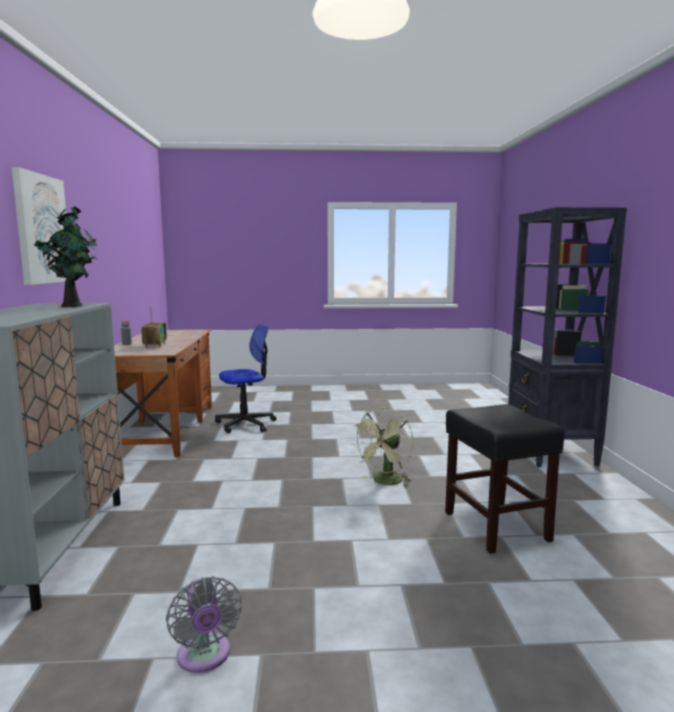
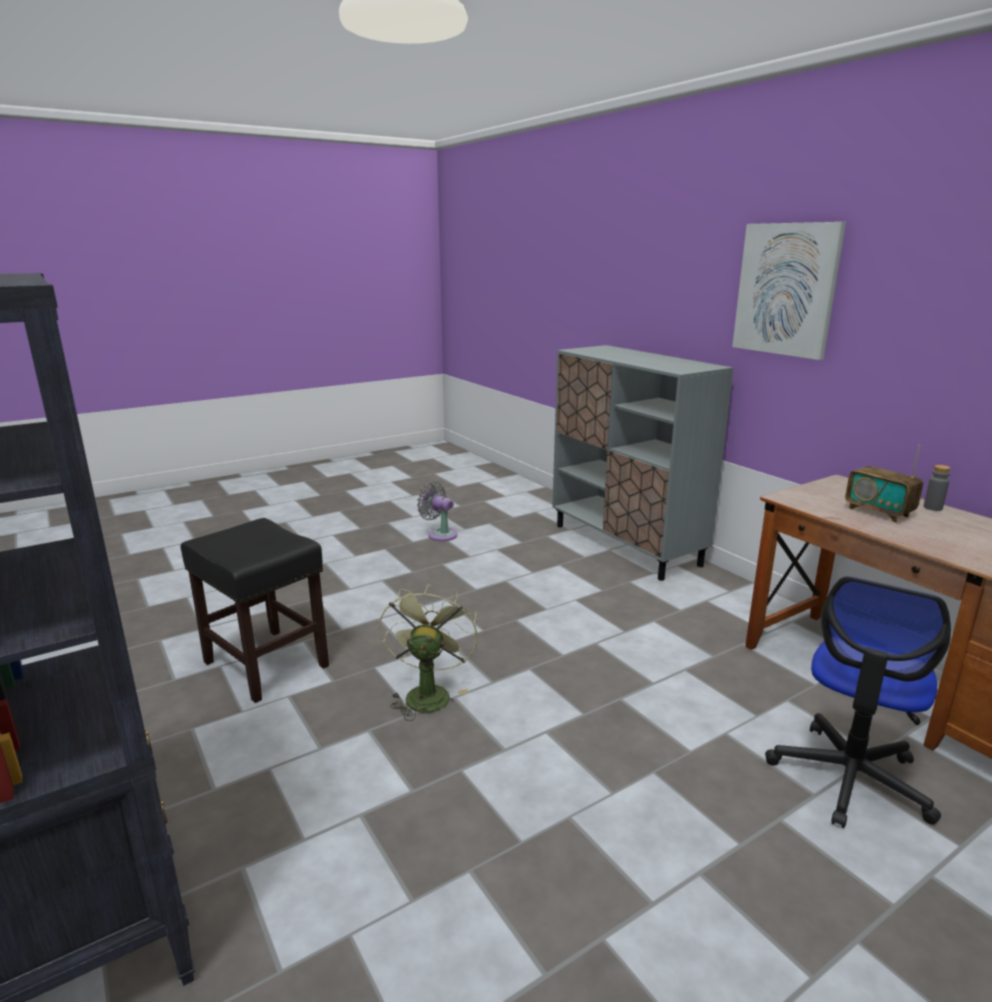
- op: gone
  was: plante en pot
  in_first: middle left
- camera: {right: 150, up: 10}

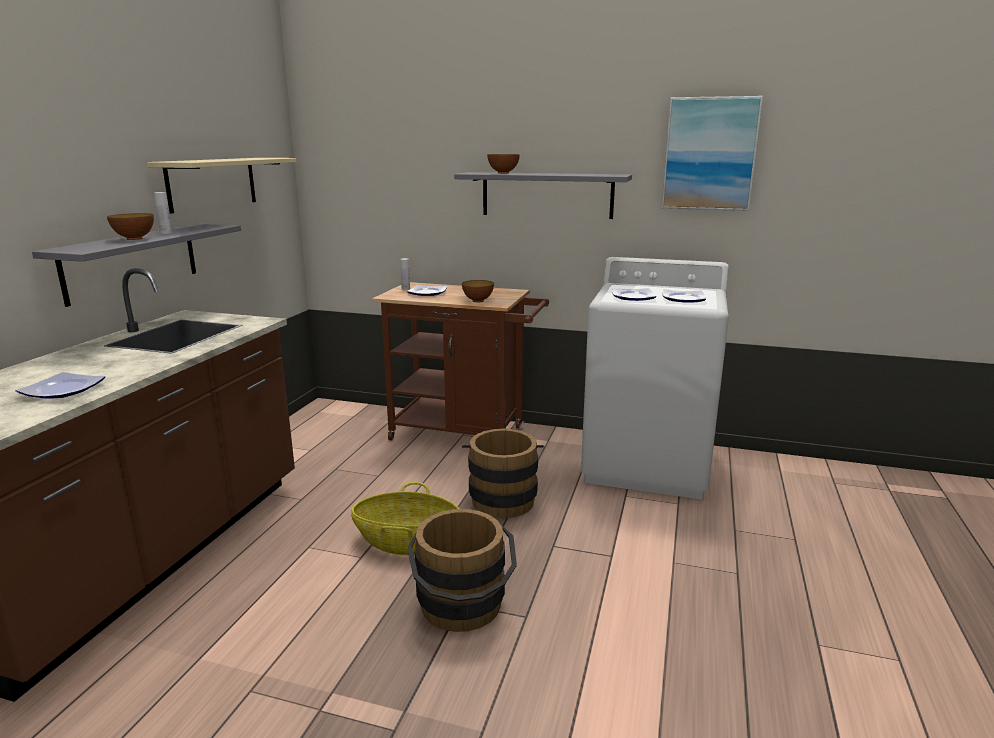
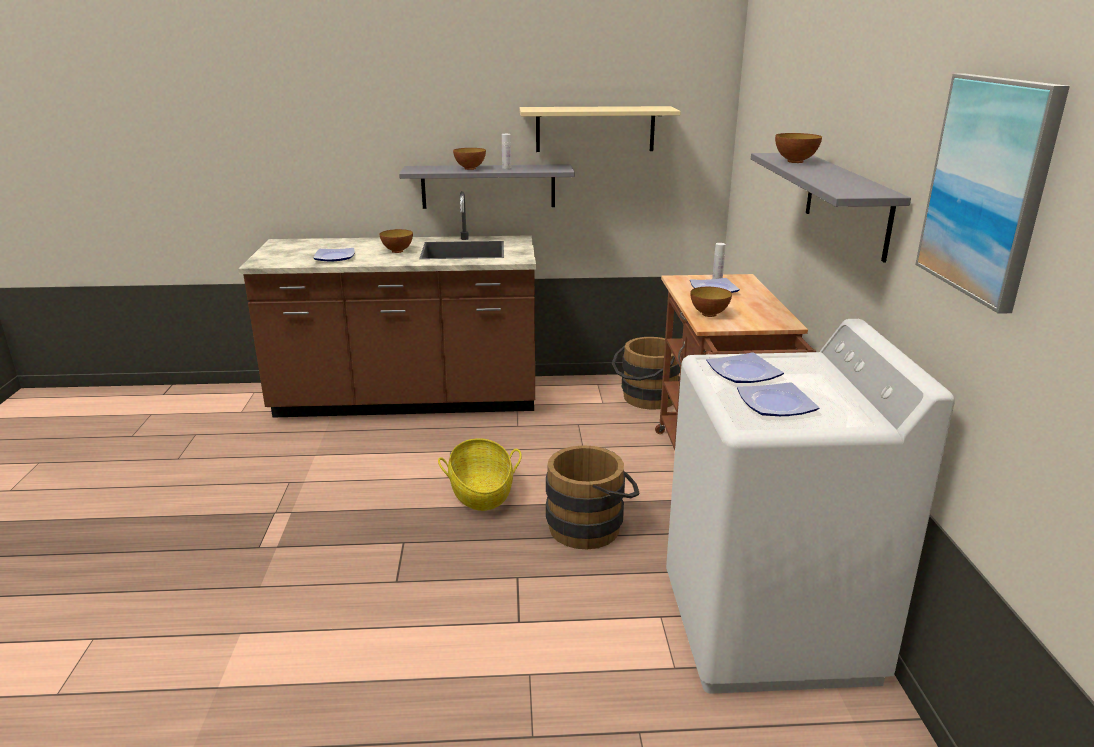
- op: shifted
  was: seau/marron (no. 1 from left in the first image)
  now: seau/marron (no. 2 from left)
  in_first: bottom centre
  in_second: centre
- op: new
  now: bol (no. 1 from left)
  in_second: top centre
- camera: {right: 70, up: 5}

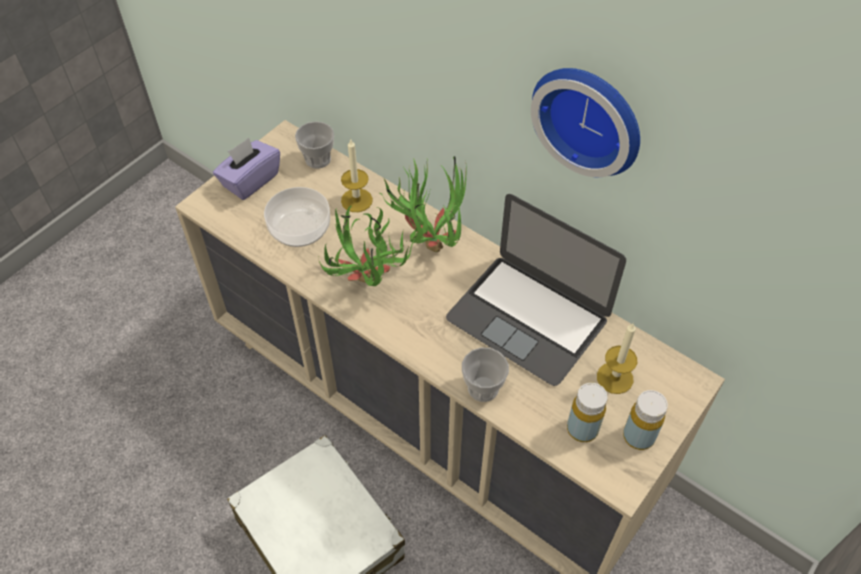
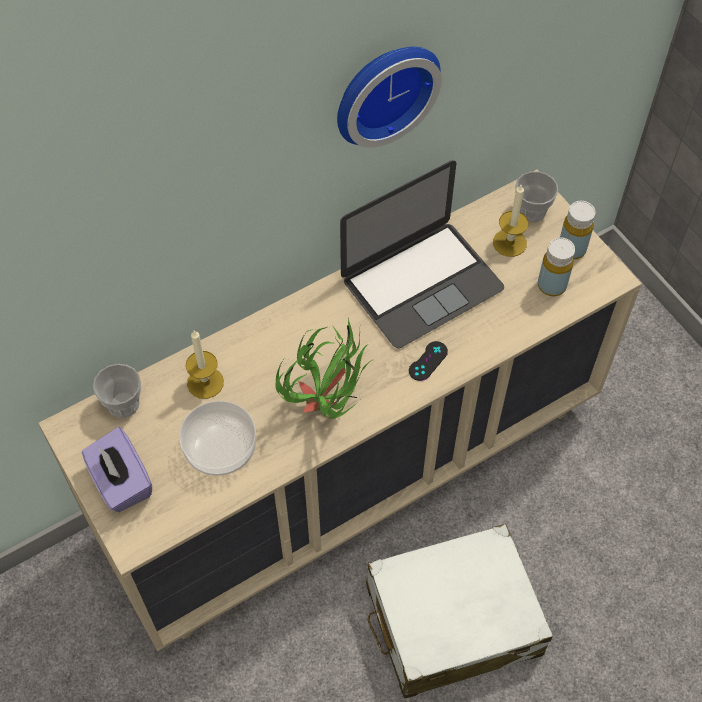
- op: gone
  was: plante en pot (no. 2 from left)
  in_first: centre
- op: shifted
  was: tasse (no. 2 from left)
  in_first: centre
  in_second: top right
- op: new
  now: manette/noir
  in_second: centre
- camera: {right: -70, up: 5}

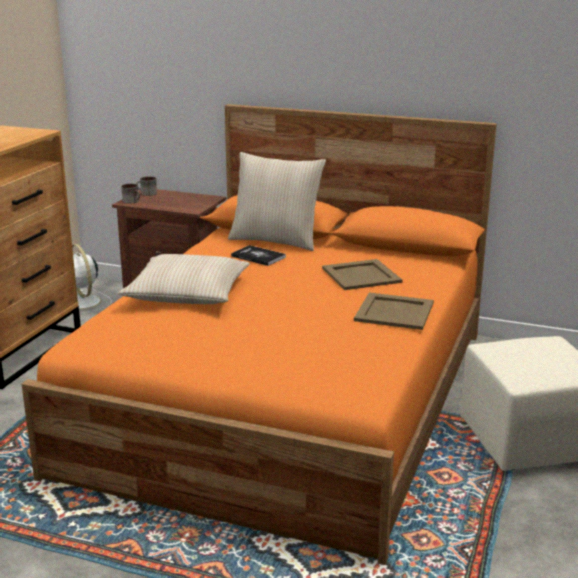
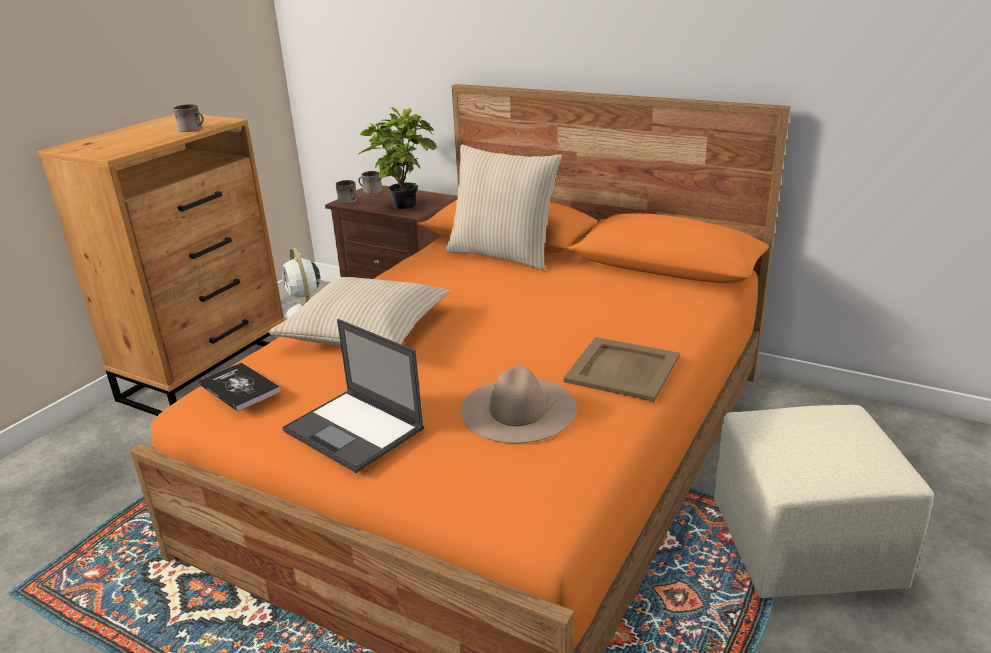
- op: shifted
  was: livre
  in_first: centre
  in_second: middle left
- op: gone
  was: plateau/beige (no. 1 from left)
  in_first: centre
- op: new
  now: mug (no. 1 from left)
  in_second: top left
- op: new
  now: ordinateur portable
  in_second: centre
- op: new
  now: plante en pot
  in_second: top centre
- op: new
  now: chapeau/beige
  in_second: centre
- camera: {right: 10, up: 5}

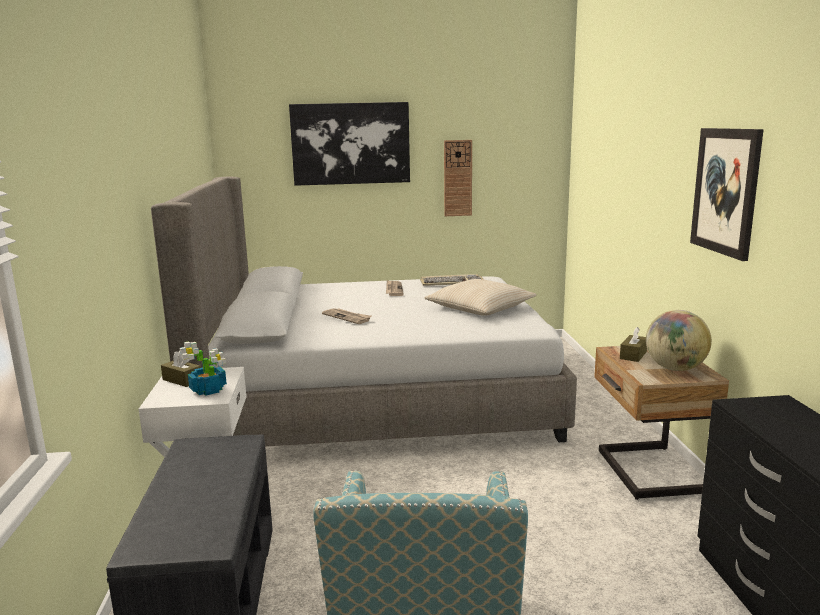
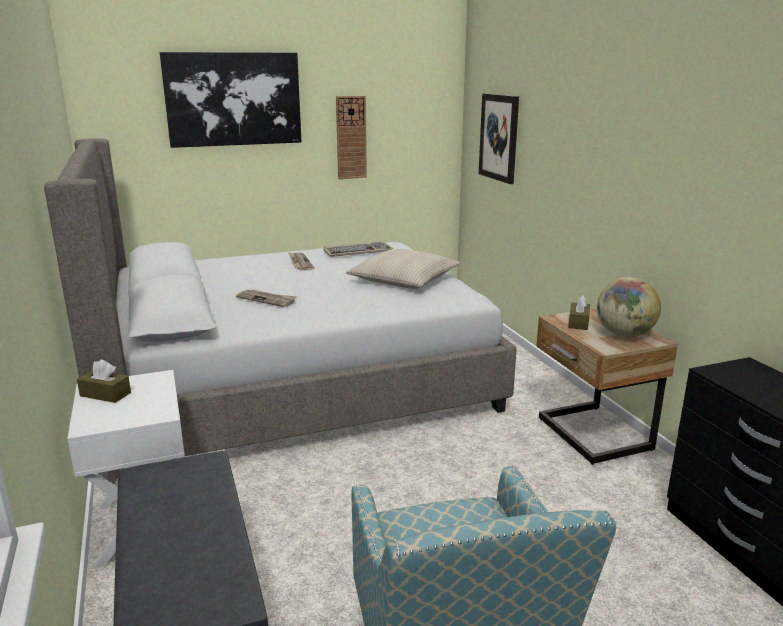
- op: gone
  was: plante en pot
  in_first: middle left
- op: shifted
  was: tableau (no. 2 from left)
  in_first: top right
  in_second: top centre
- camera: {right: -15, up: 5}

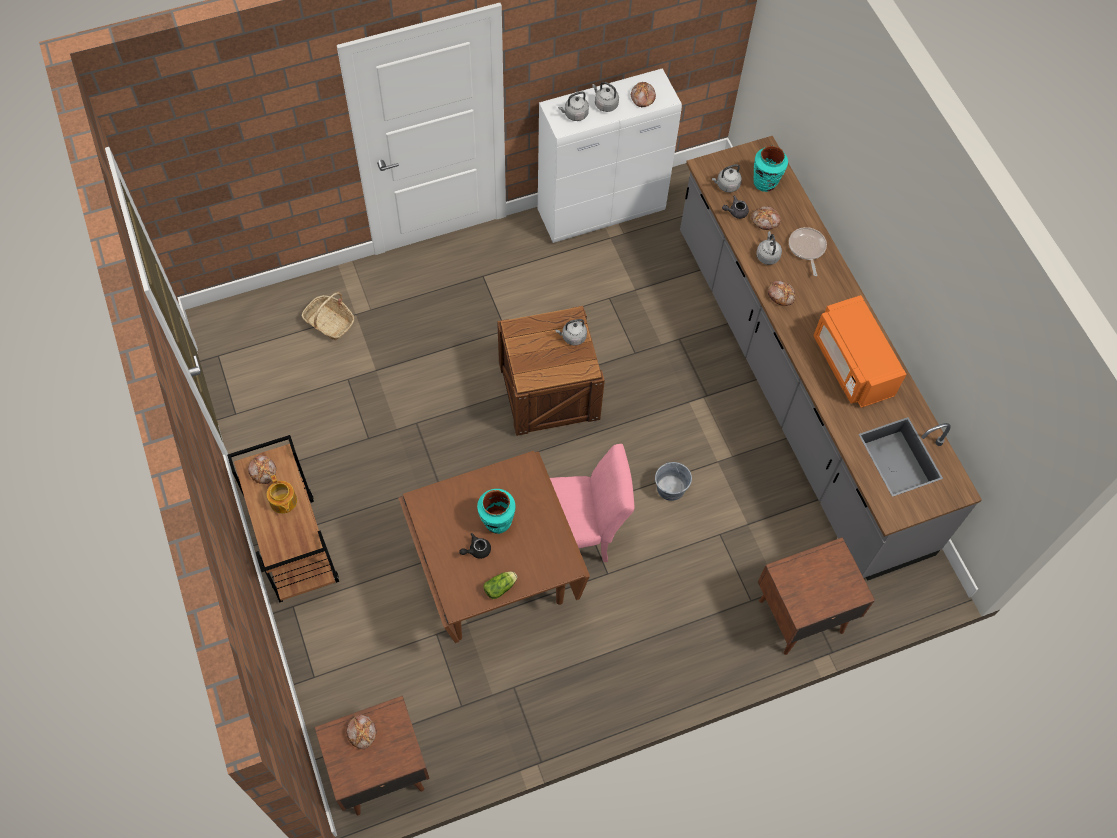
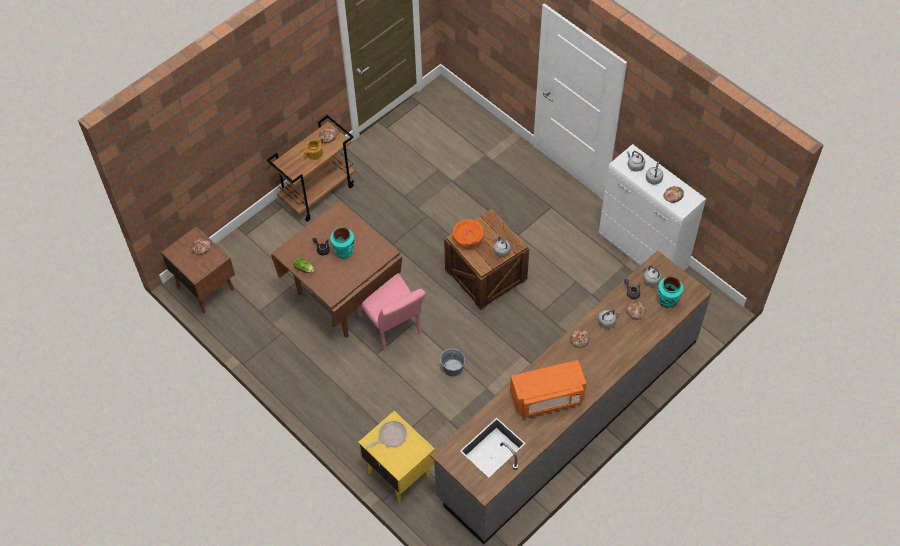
- op: gone
  was: panier
  in_first: middle left
- op: repainted
  was: table de chevet/marron (no. 2 from left)
  now: table de chevet/jaune
  in_first: bottom right
  in_second: bottom centre
- op: shifted
  was: poêle
  in_first: top right
  in_second: bottom centre
- op: rotated
  was: micro-ondes/orange
  in_first: middle right
  in_second: bottom centre
  clockwise: -150
- op: new
  now: bol/orange
  in_second: centre
- camera: {right: 70, up: -5}

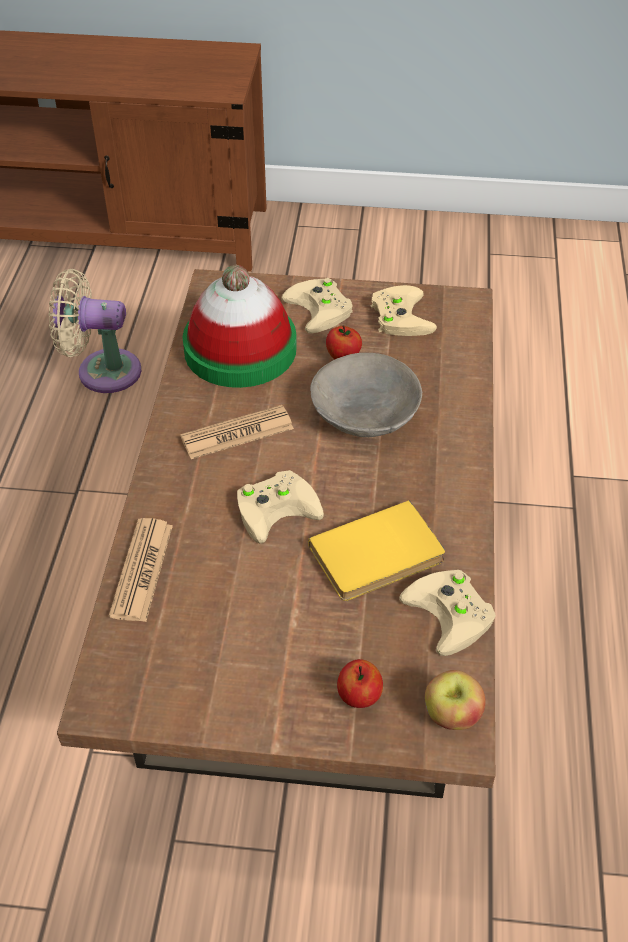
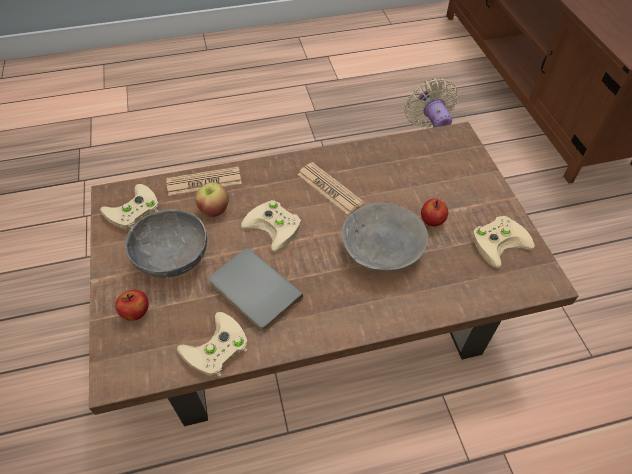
- op: gone
  was: chapeau
  in_first: centre
- op: shifted
  was: manette/beige (no. 2 from left in the first image)
  now: manette/beige (no. 1 from left)
  in_first: top centre
  in_second: middle left
- op: repainted
  was: livre/jaune
  now: livre/gris
  in_first: centre
  in_second: centre
- op: shifted
  was: pomme (no. 3 from left in the first image)
  now: pomme (no. 2 from left)
  in_first: bottom right
  in_second: centre
- op: new
  now: bol/gris (no. 1 from left)
  in_second: middle left
- camera: {right: 70, up: 5}

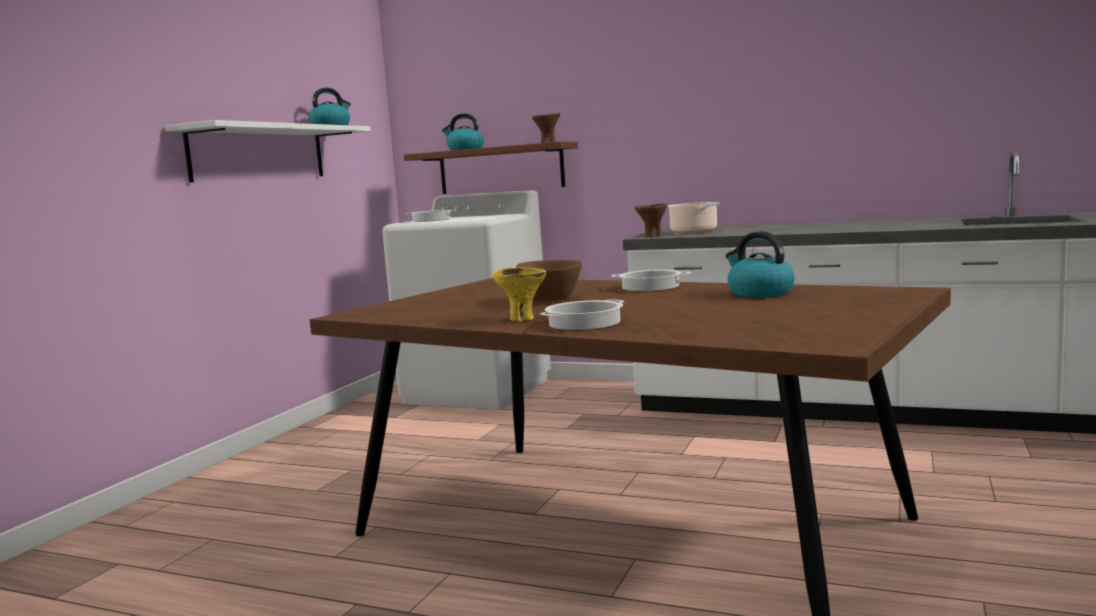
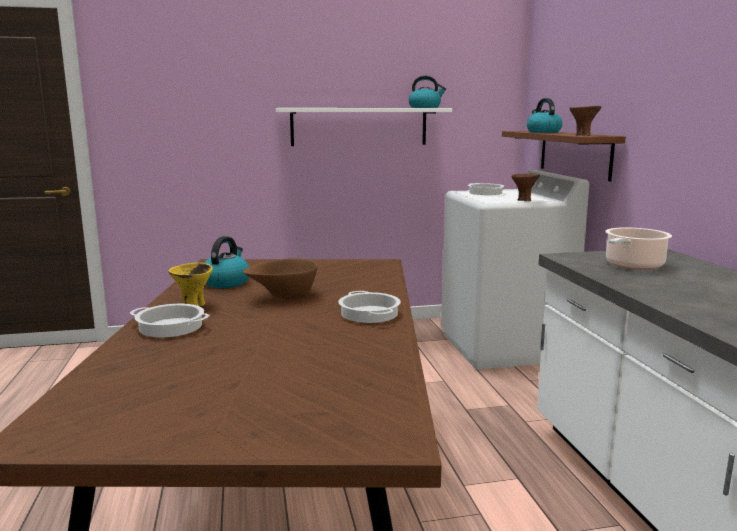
- op: shifted
  was: bol/marron (no. 3 from left in the first image)
  now: bol/marron (no. 2 from left)
  in_first: centre
  in_second: middle right
- op: shifted
  was: bouilloire (no. 3 from left in the first image)
  now: bouilloire (no. 1 from left)
  in_first: middle right
  in_second: middle left
- camera: {right: 55, up: 5}

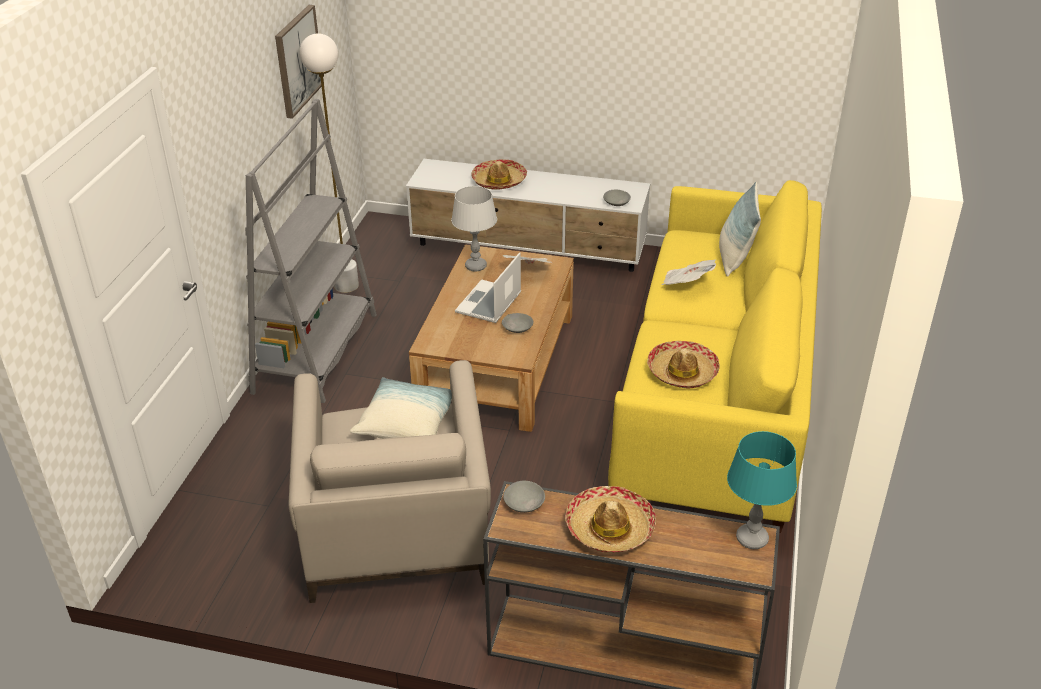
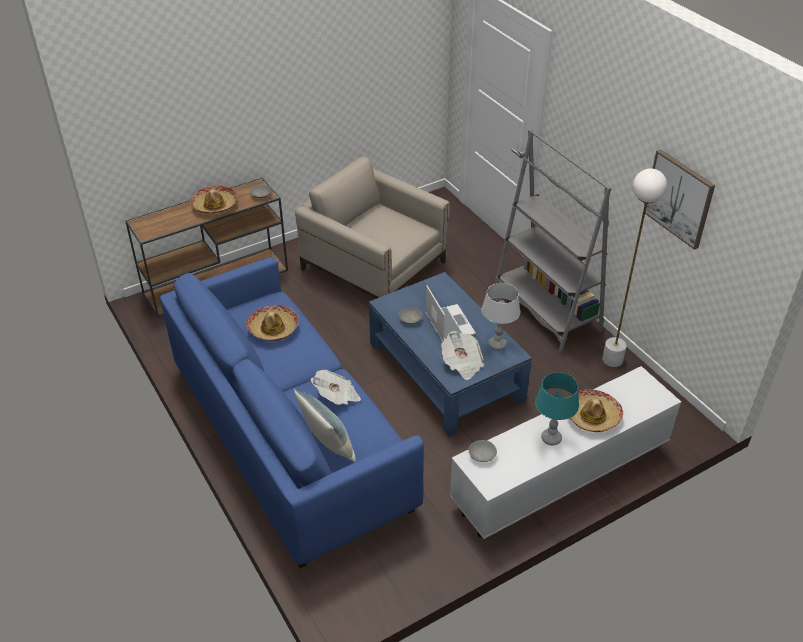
- op: gone
  was: coussin (no. 1 from left)
  in_first: centre
- op: repainted
  was: table basse/marron
  now: table basse/bleu
  in_first: centre
  in_second: centre
- op: repainted
  was: canapé/jaune
  now: canapé/bleu
  in_first: middle right
  in_second: centre
- op: shifted
  was: lampe de table/turquoise
  in_first: bottom right
  in_second: middle right
- camera: {right: 135, up: 5}

